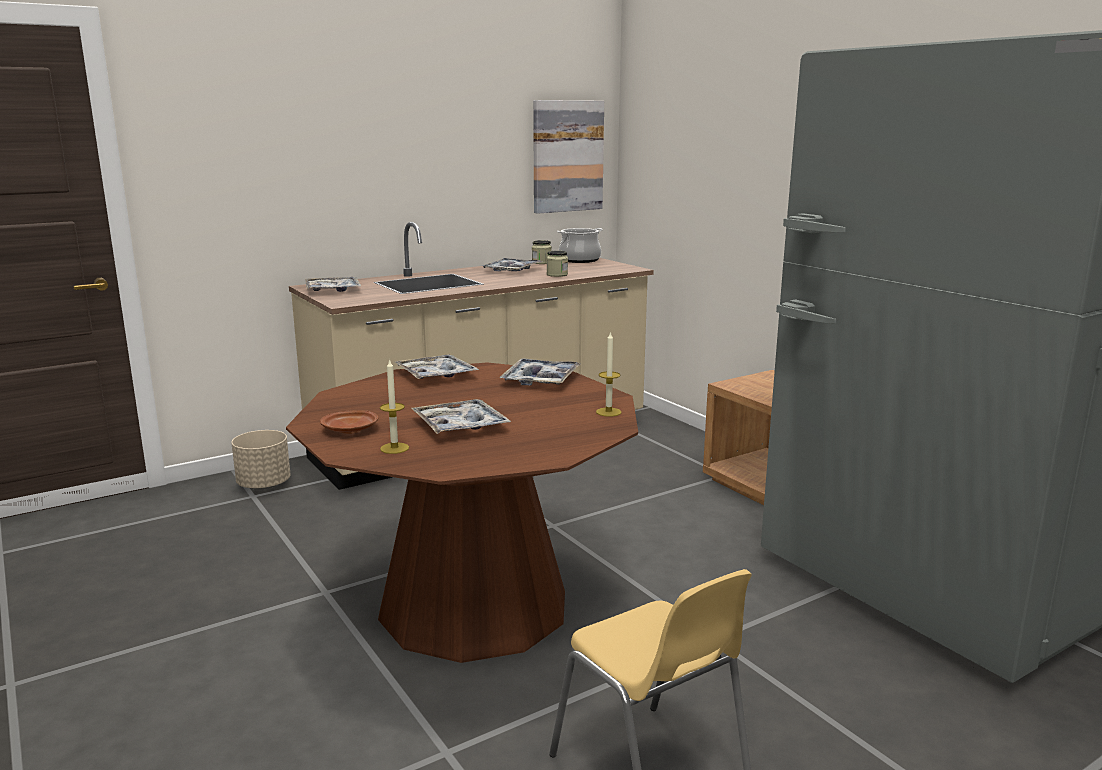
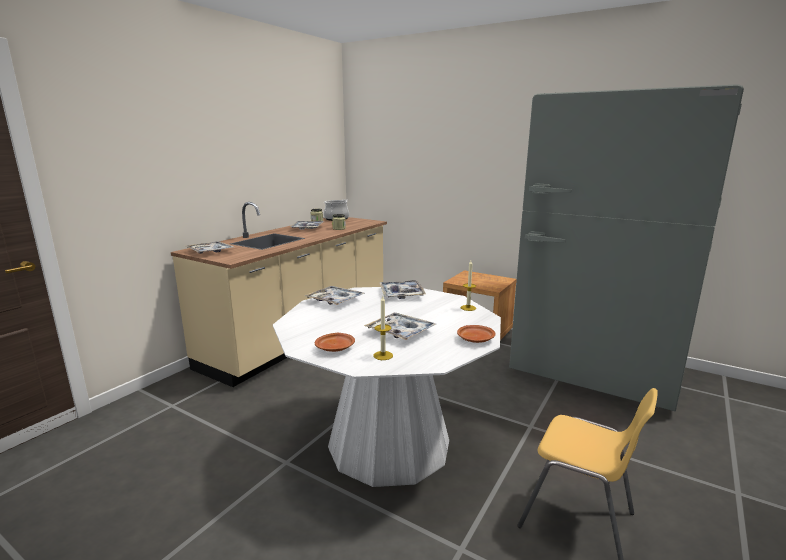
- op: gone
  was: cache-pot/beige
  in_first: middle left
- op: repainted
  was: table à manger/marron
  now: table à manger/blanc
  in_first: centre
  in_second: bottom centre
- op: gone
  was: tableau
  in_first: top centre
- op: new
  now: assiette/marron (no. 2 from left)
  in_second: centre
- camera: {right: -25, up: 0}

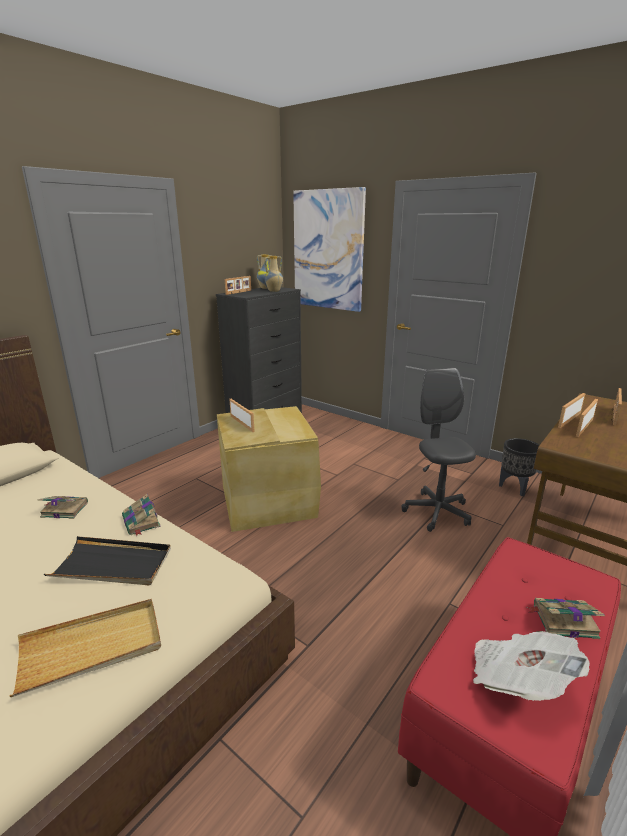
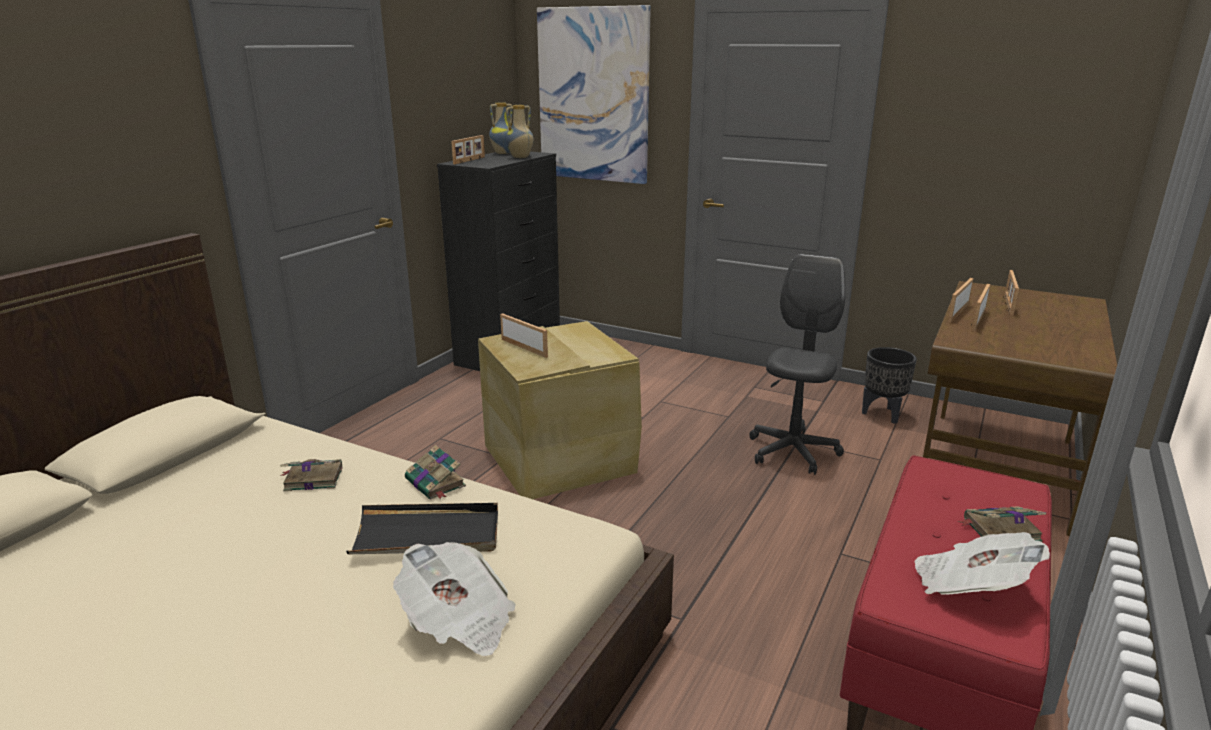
- op: swapped
  was: plateau/beige
  now: journal (no. 1 from left)
  in_first: bottom left
  in_second: bottom centre
- op: rotated
  was: chaise de bureau/gris
  in_first: middle right
  in_second: centre
  clockwise: 45
- camera: {right: -10, up: 0}

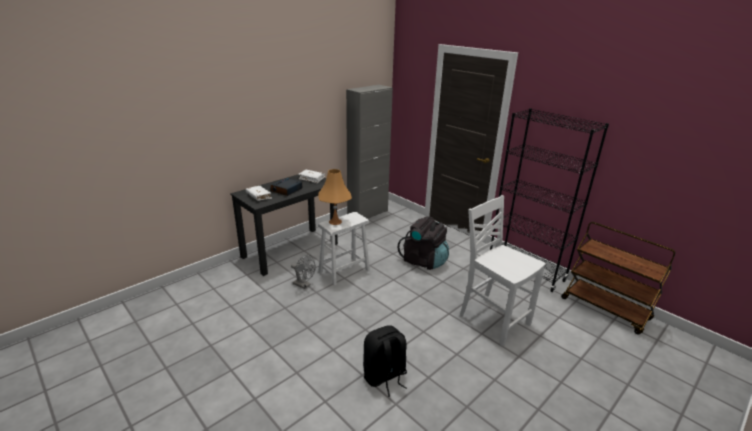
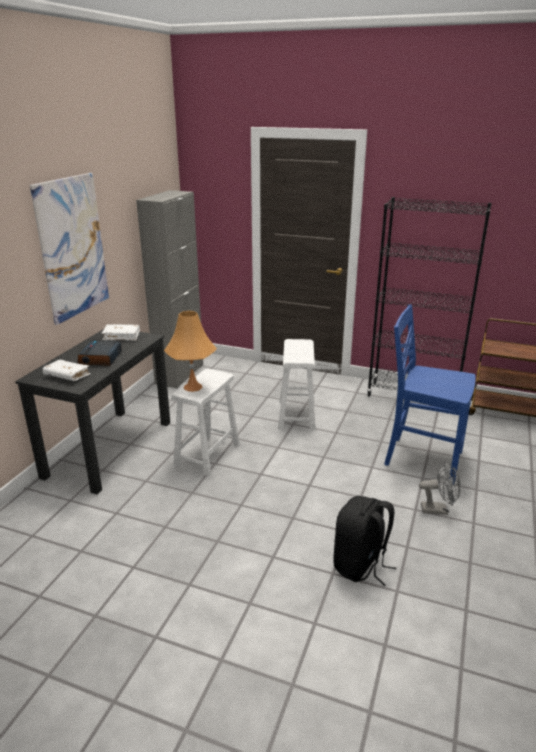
- op: shifted
  was: ventilateur/gris
  in_first: centre
  in_second: middle right
- op: swapped
  was: sac à dos/noir (no. 2 from left)
  now: tabouret/blanc (no. 2 from left)
  in_first: centre
  in_second: centre
- op: repainted
  was: chaise/blanc
  now: chaise/bleu
  in_first: middle right
  in_second: middle right
- op: new
  now: tableau
  in_second: top left
- camera: {right: -25, up: 0}

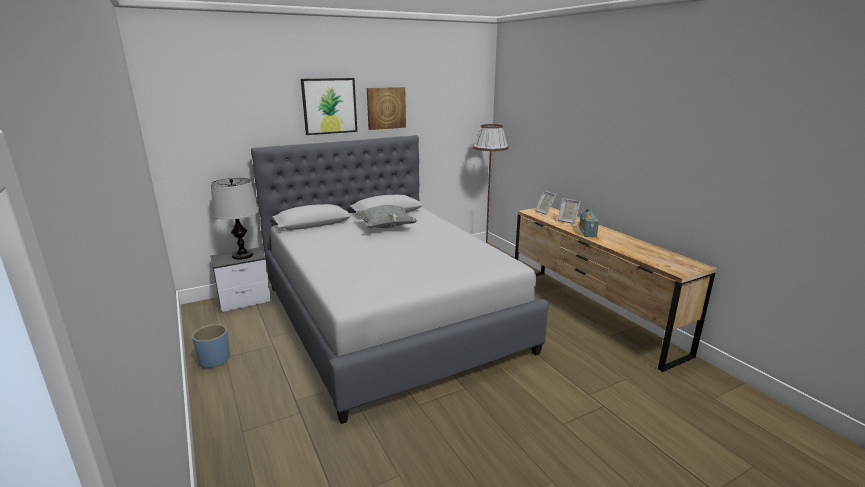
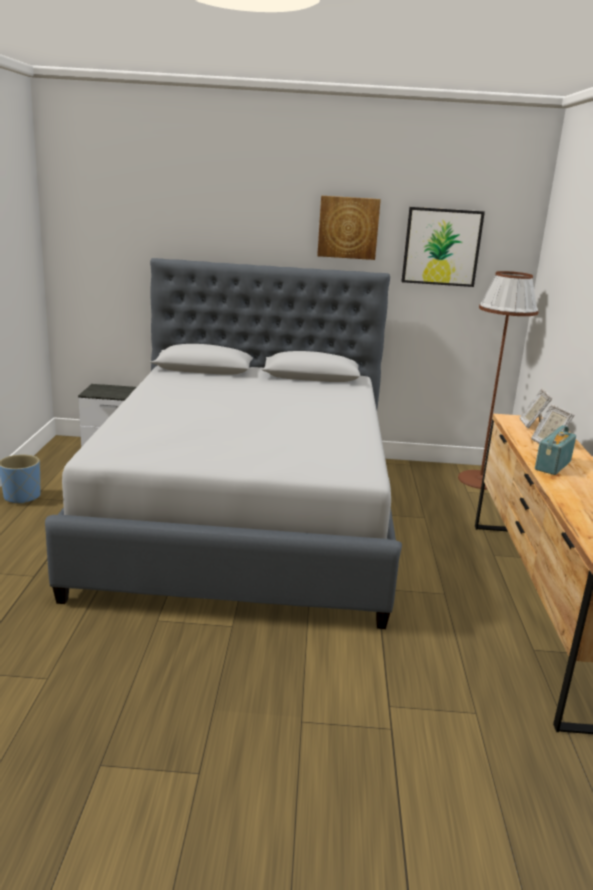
- op: gone
  was: lampe de table
  in_first: middle left
- op: shifted
  was: tableau (no. 1 from left in the first image)
  now: tableau (no. 2 from left)
  in_first: top centre
  in_second: top right
- op: gone
  was: coussin/gris
  in_first: centre
- camera: {right: 30, up: 0}

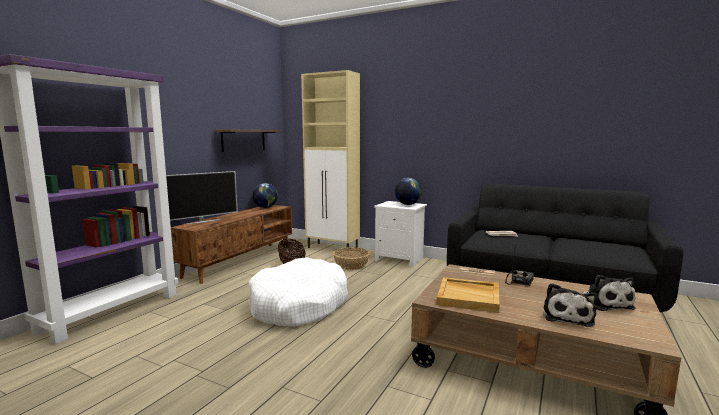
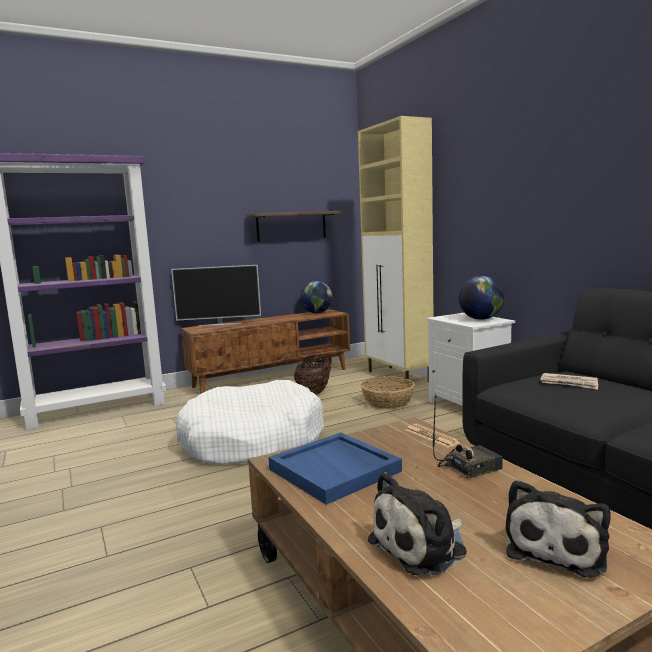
- op: repainted
  was: plateau/beige
  now: plateau/bleu
  in_first: bottom centre
  in_second: bottom centre
- camera: {right: 35, up: 0}

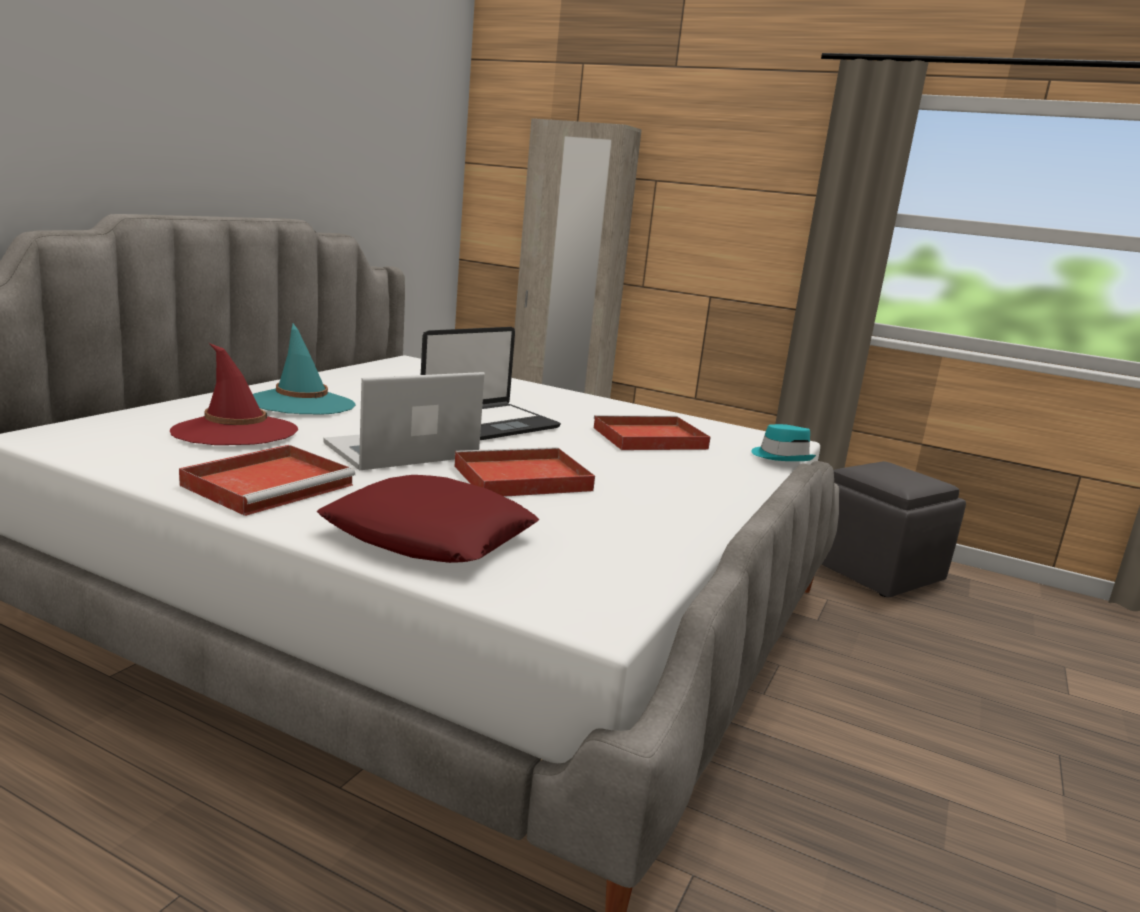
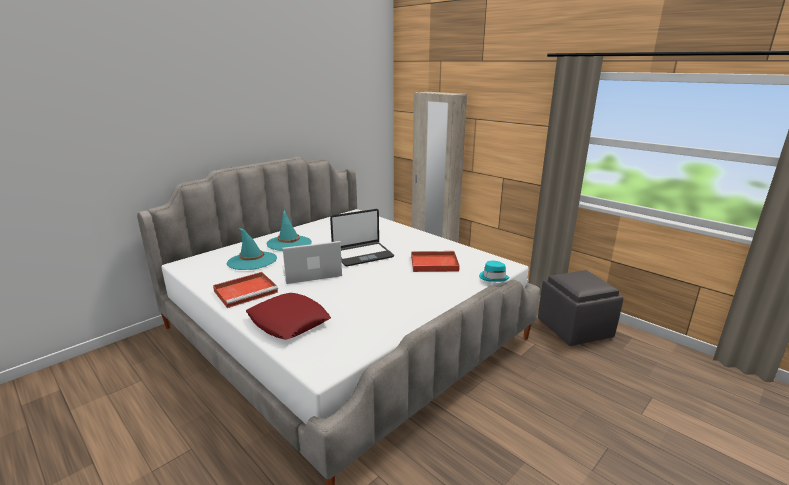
- op: repainted
  was: chapeau/rouge
  now: chapeau/turquoise (no. 1 from left)
  in_first: middle left
  in_second: middle left
- op: gone
  was: plateau/rouge (no. 2 from left)
  in_first: centre
- camera: {right: 20, up: 5}

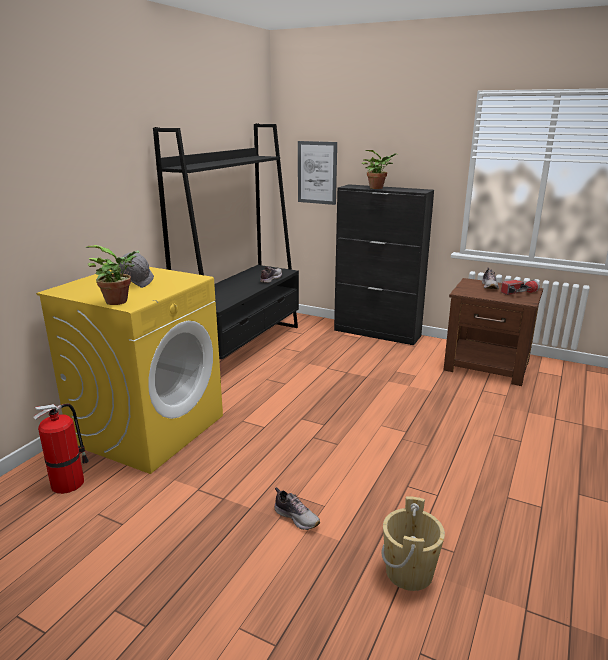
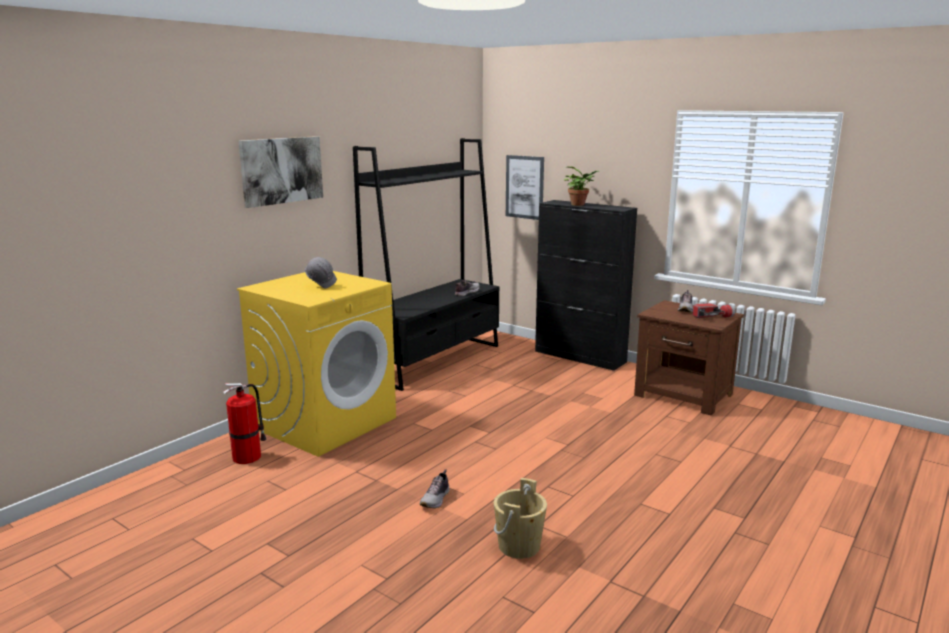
- op: gone
  was: plante en pot (no. 1 from left)
  in_first: middle left
- op: rotated
  was: chaussure (no. 2 from left in the first image)
  in_first: bottom centre
  in_second: bottom centre
  clockwise: 60
- op: new
  now: tableau (no. 1 from left)
  in_second: top left
- camera: {right: 10, up: -5}

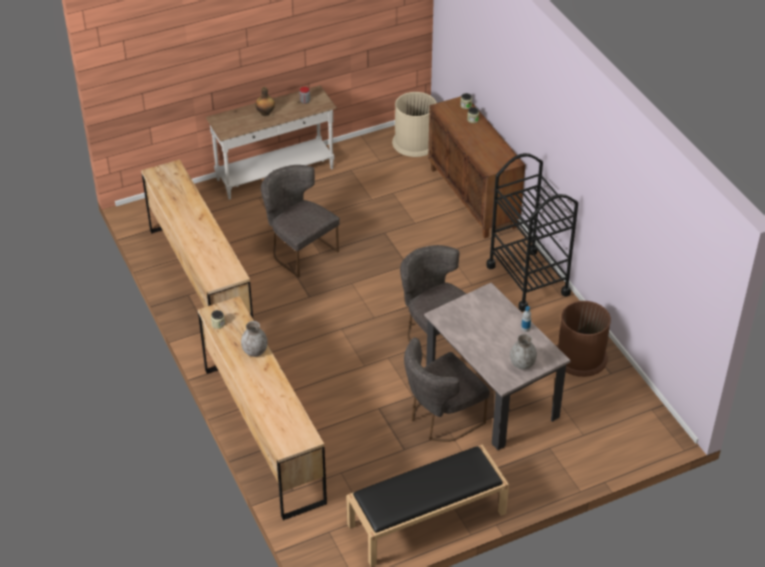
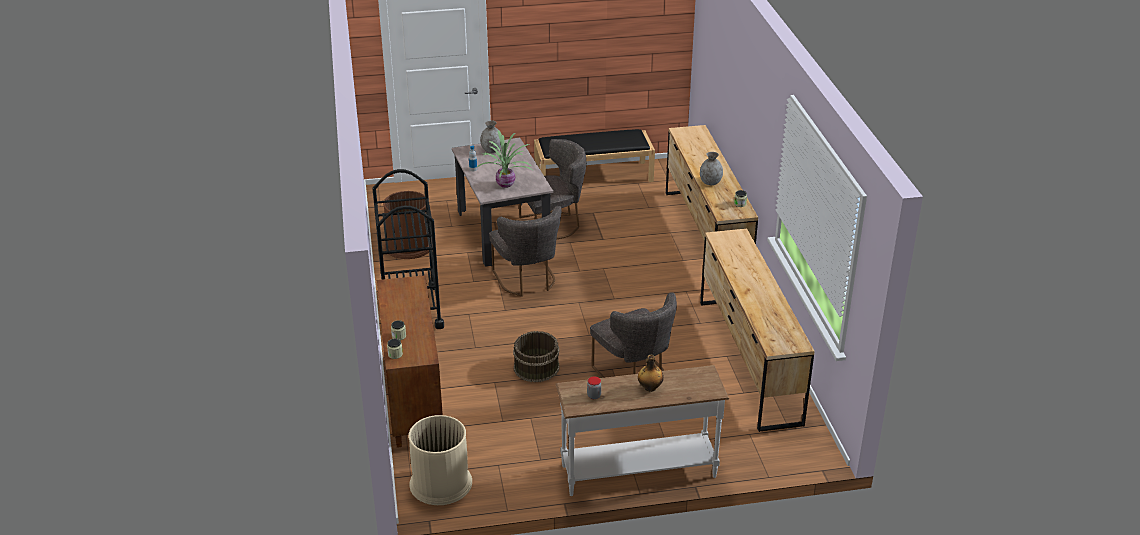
- op: new
  now: plante en pot
  in_second: top centre
- op: new
  now: seau/marron
  in_second: centre
- camera: {right: -165, up: -10}

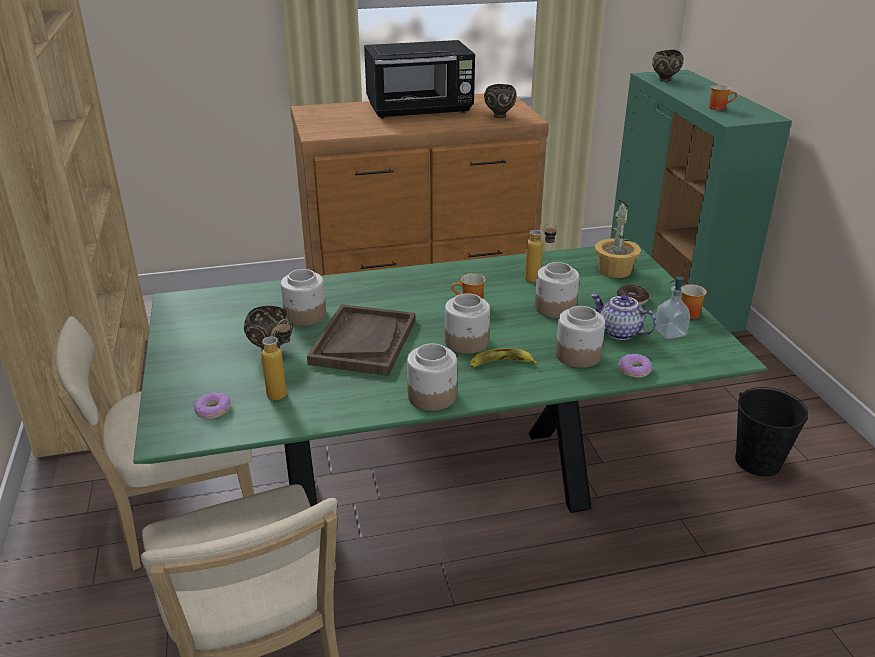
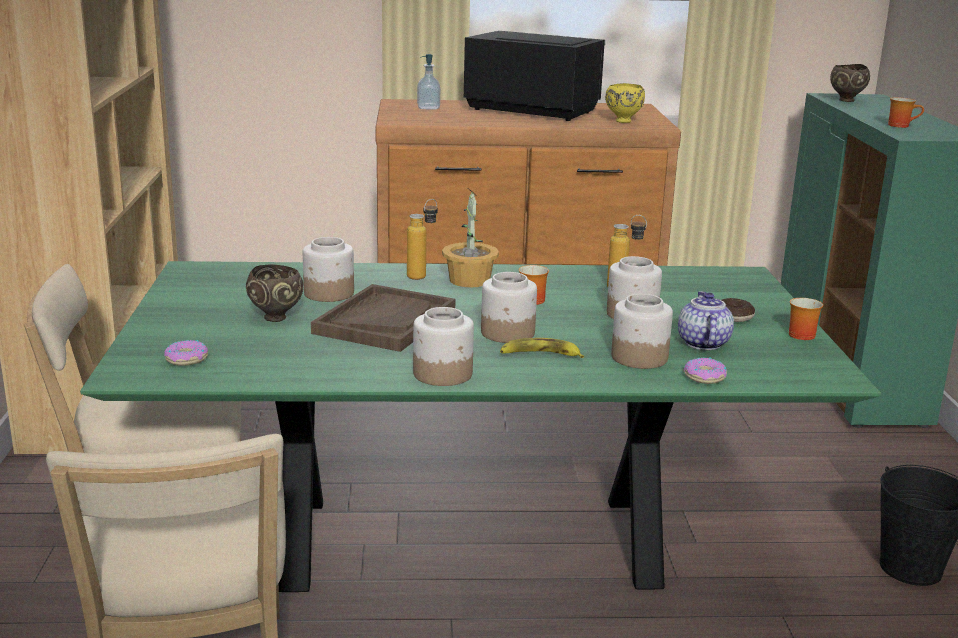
- op: shifted
  was: bouteille (no. 1 from left)
  in_first: middle left
  in_second: centre
- op: rotated
  was: micro-ondes/noir
  in_first: top centre
  in_second: top centre
  clockwise: -150
- op: repainted
  was: bol/marron (no. 2 from left)
  now: bol/jaune
  in_first: top centre
  in_second: top centre
- op: rotated
  was: théière
  in_first: middle right
  in_second: middle right
  clockwise: 45
- op: shifted
  was: plante en pot
  in_first: middle right
  in_second: centre
- op: shifted
  was: distributeur de savon
  in_first: middle right
  in_second: top centre
- camera: {right: 10, up: -10}

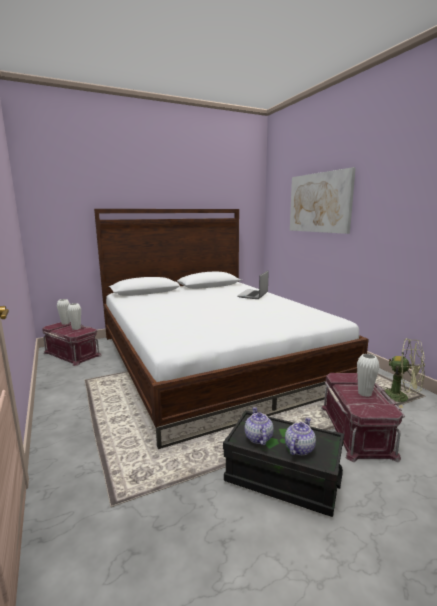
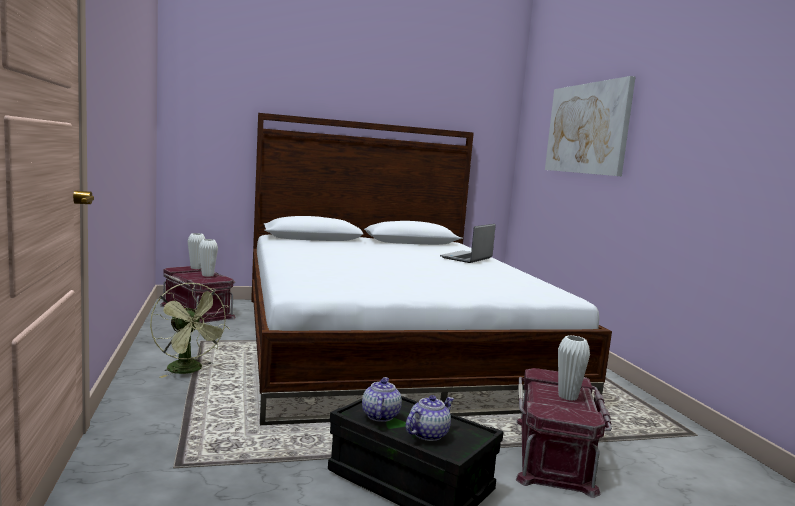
- op: shifted
  was: ventilateur/vert
  in_first: middle right
  in_second: middle left
- camera: {right: 10, up: -5}

